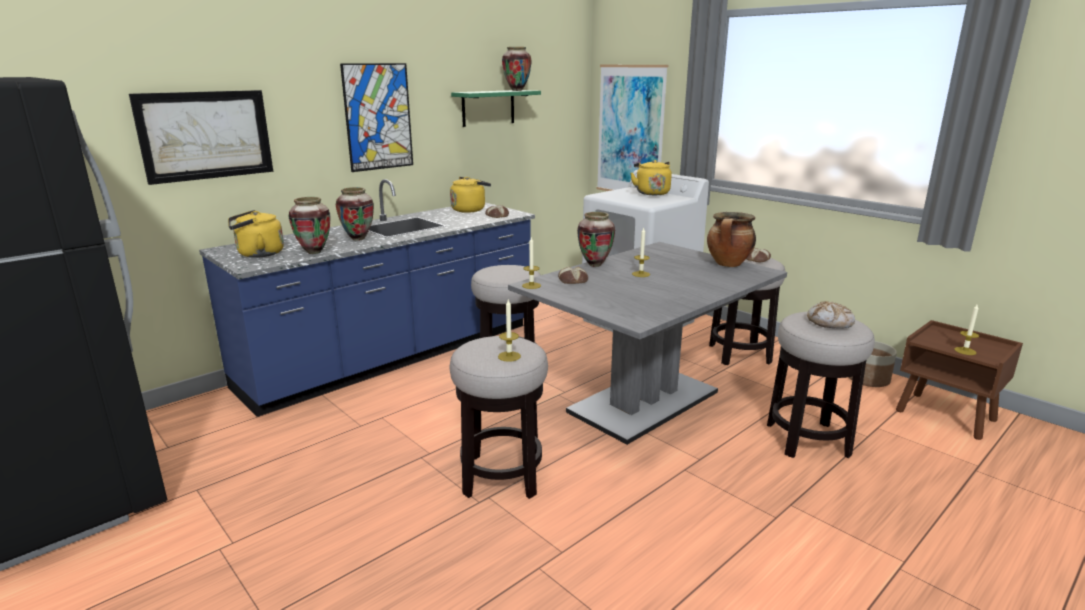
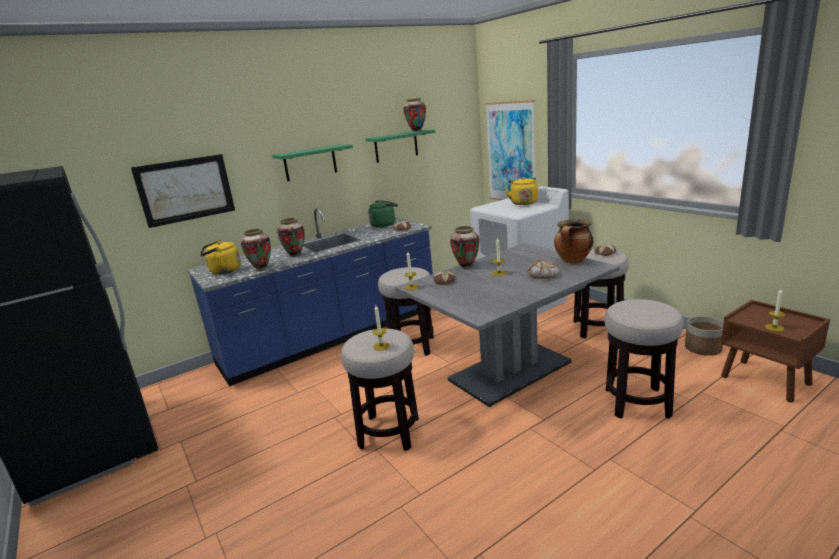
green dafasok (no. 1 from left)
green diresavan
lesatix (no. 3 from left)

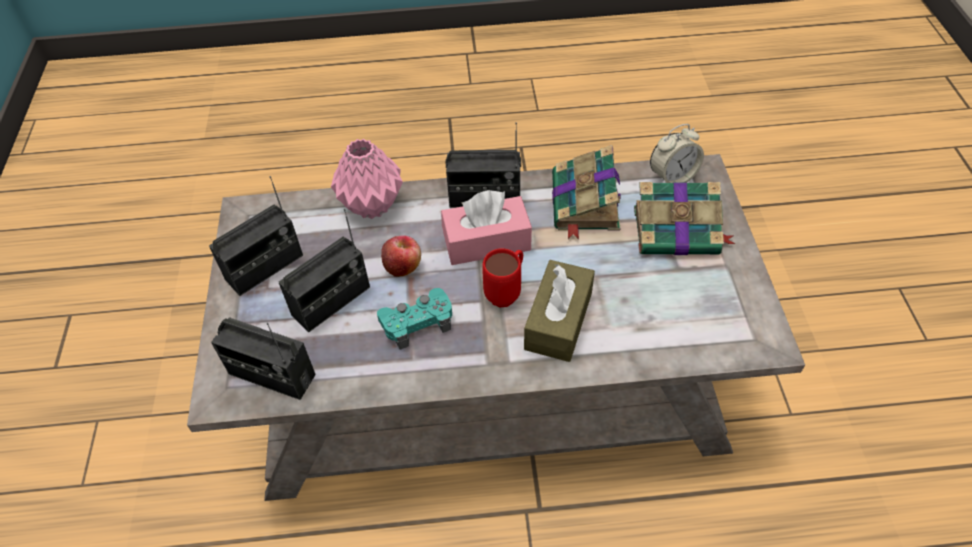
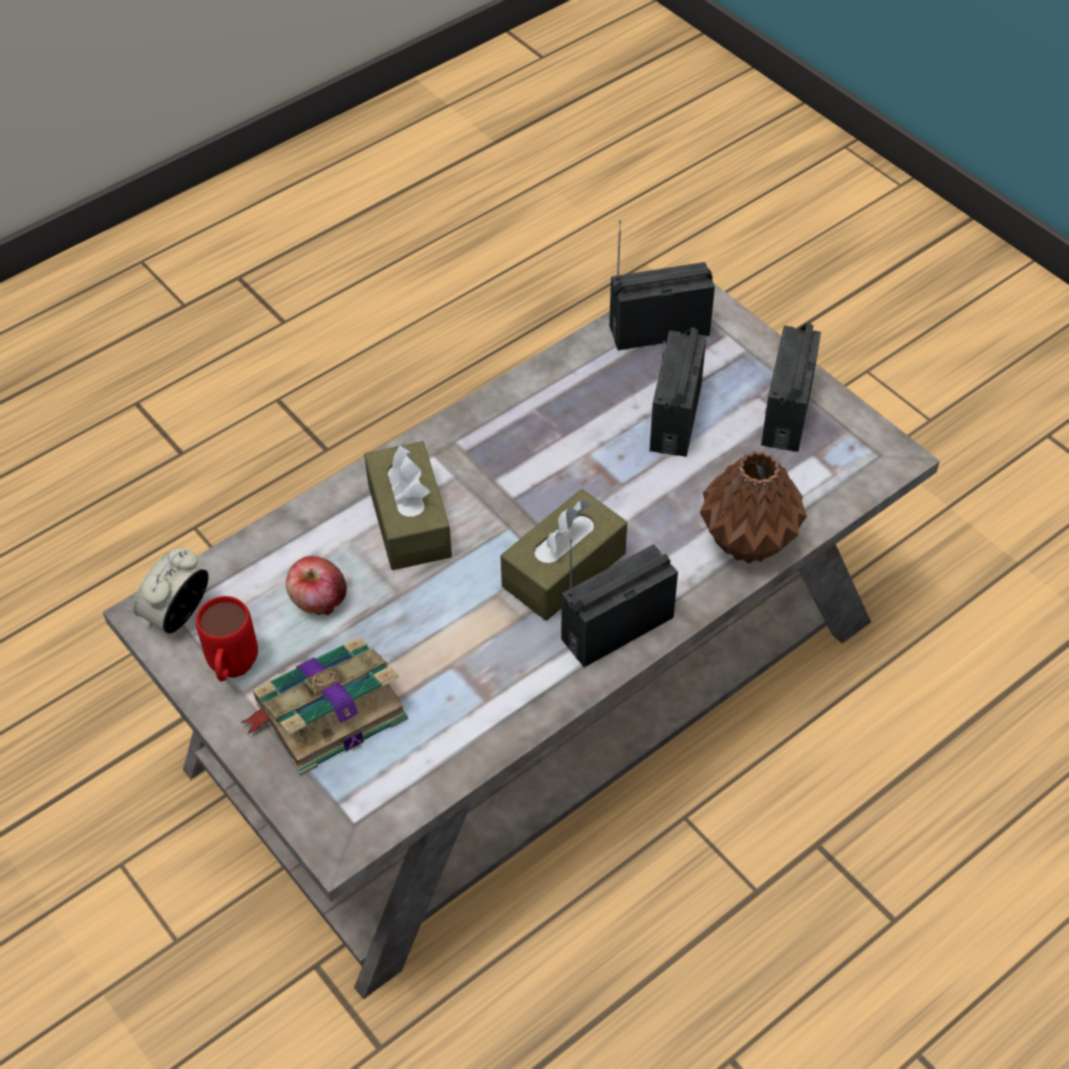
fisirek
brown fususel
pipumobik (no. 1 from left in the first image)
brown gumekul (no. 2 from left)
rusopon
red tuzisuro
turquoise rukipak

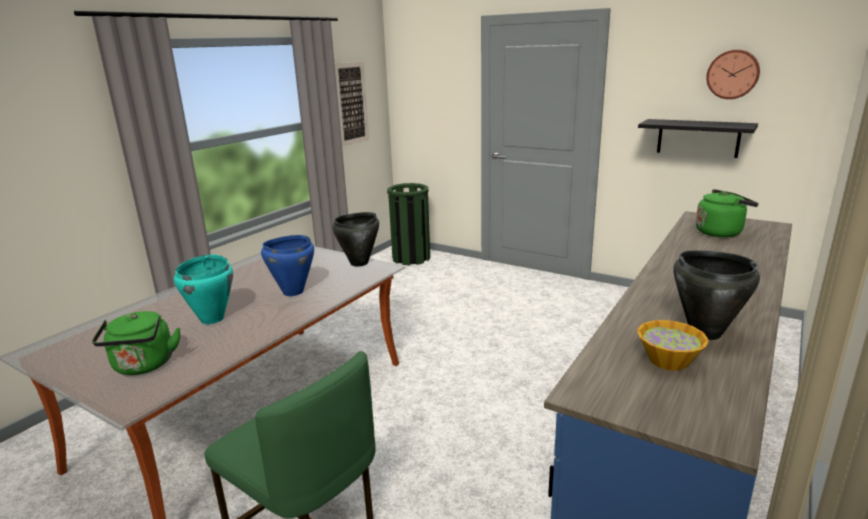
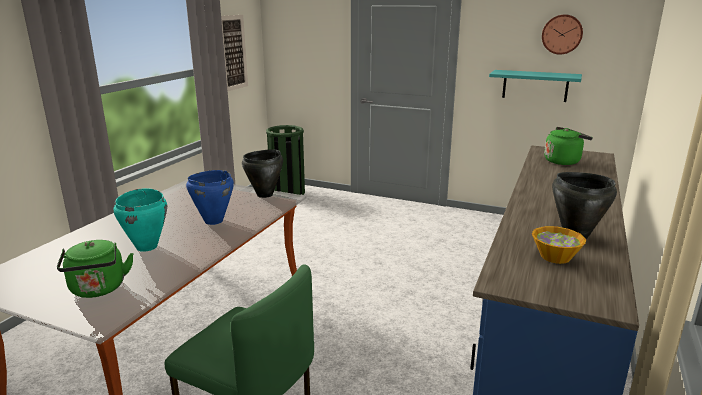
turquoise dafasok

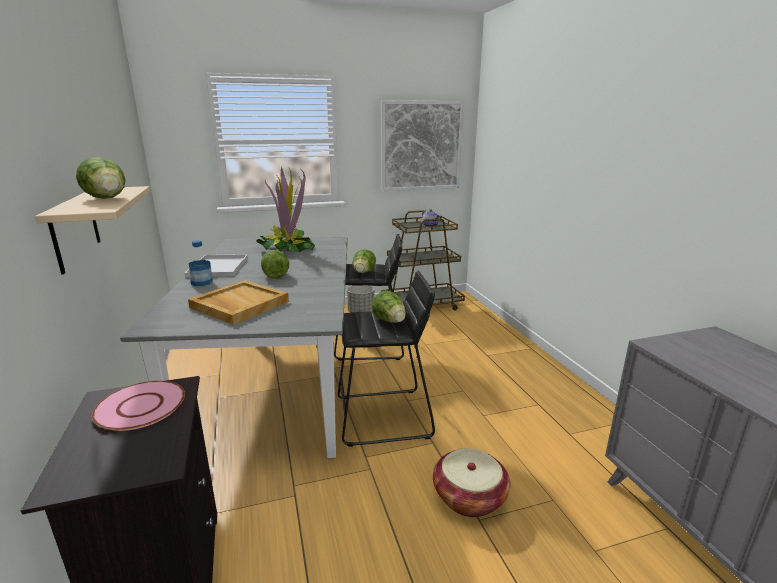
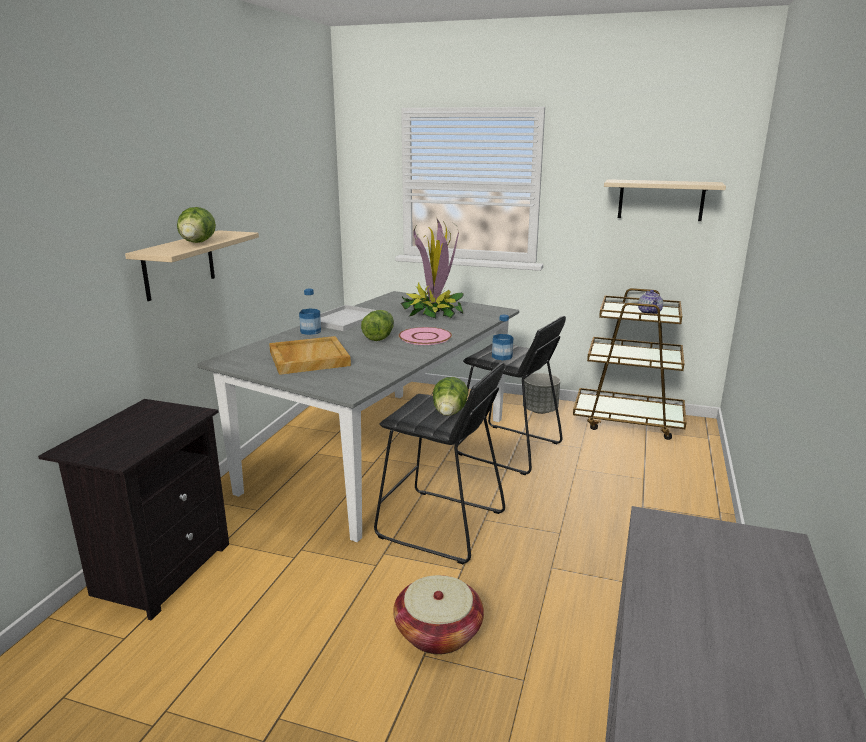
beige dafasok (no. 2 from left)
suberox (no. 2 from left)
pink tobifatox

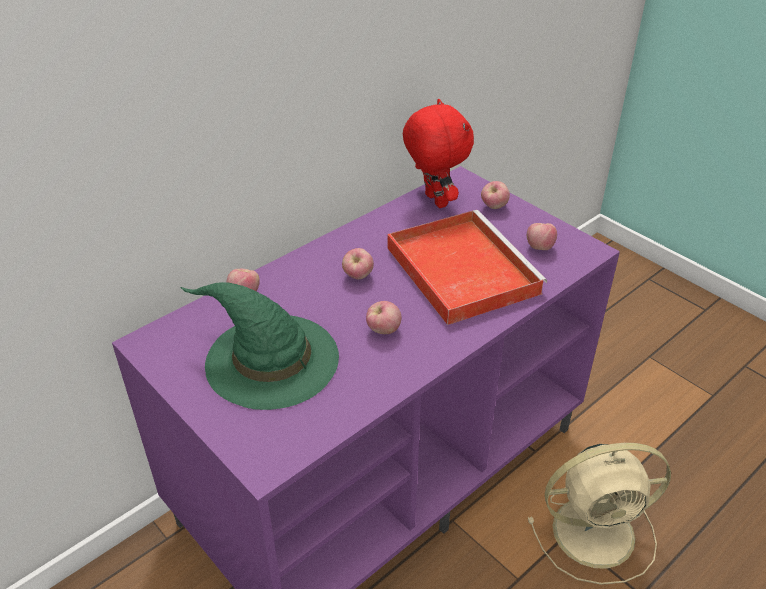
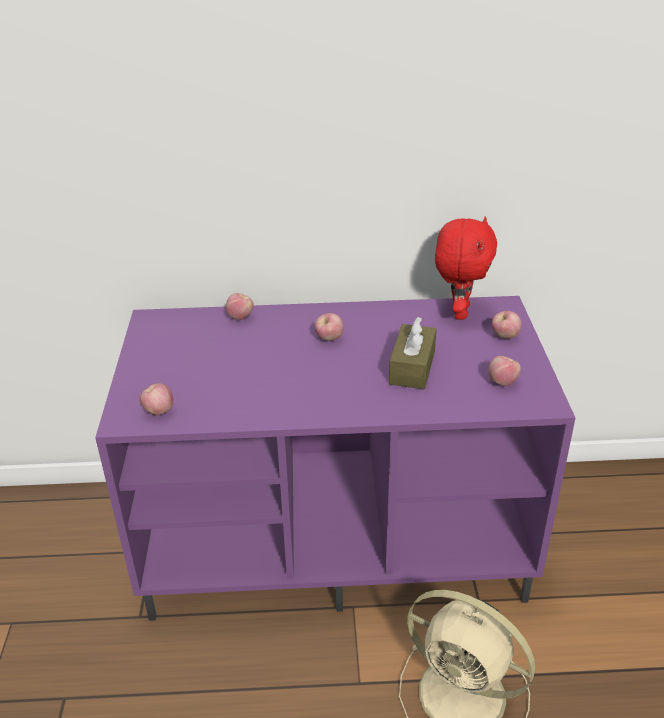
brown gumekul
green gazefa
rusopon (no. 1 from left)

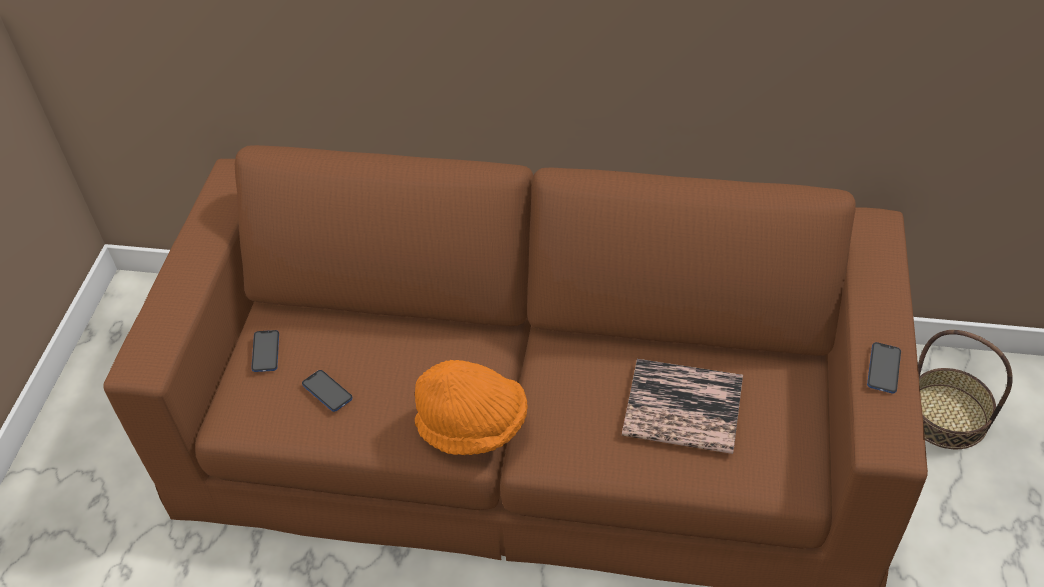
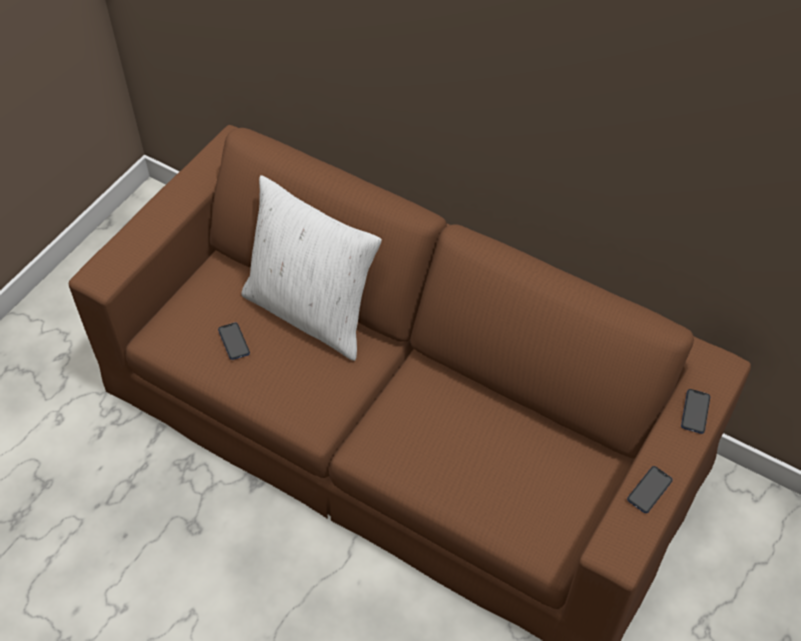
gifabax (no. 3 from left)
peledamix
pipumobik
orange gazefa
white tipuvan

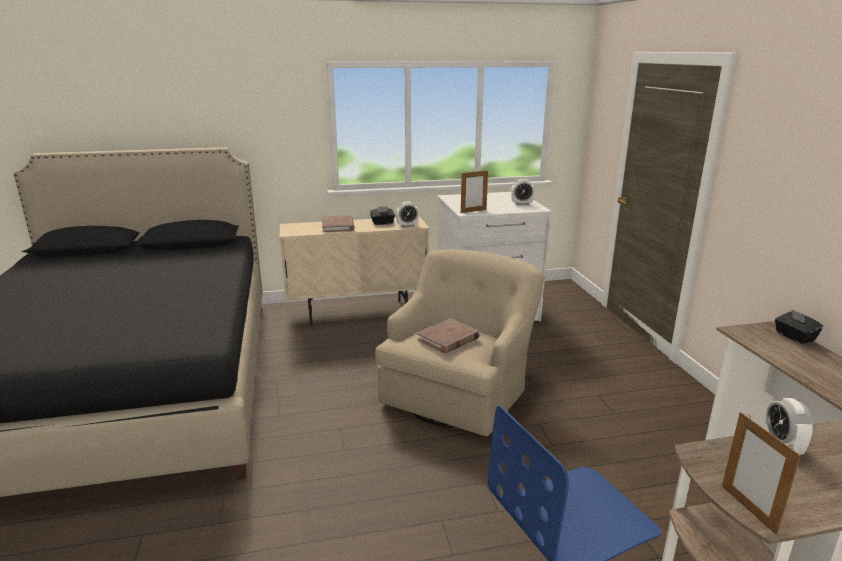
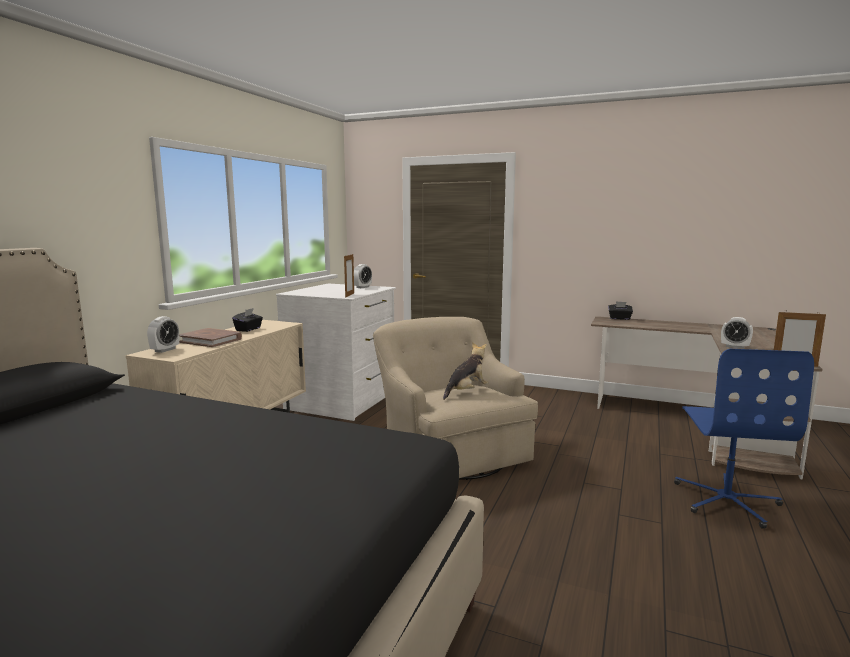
fisirek (no. 1 from left)
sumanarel

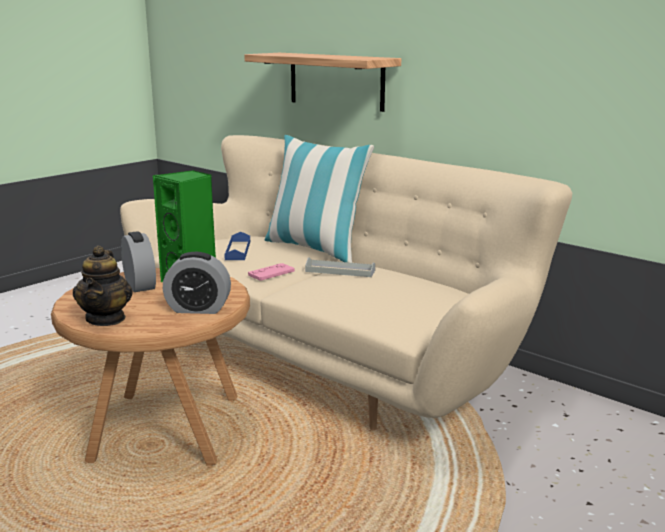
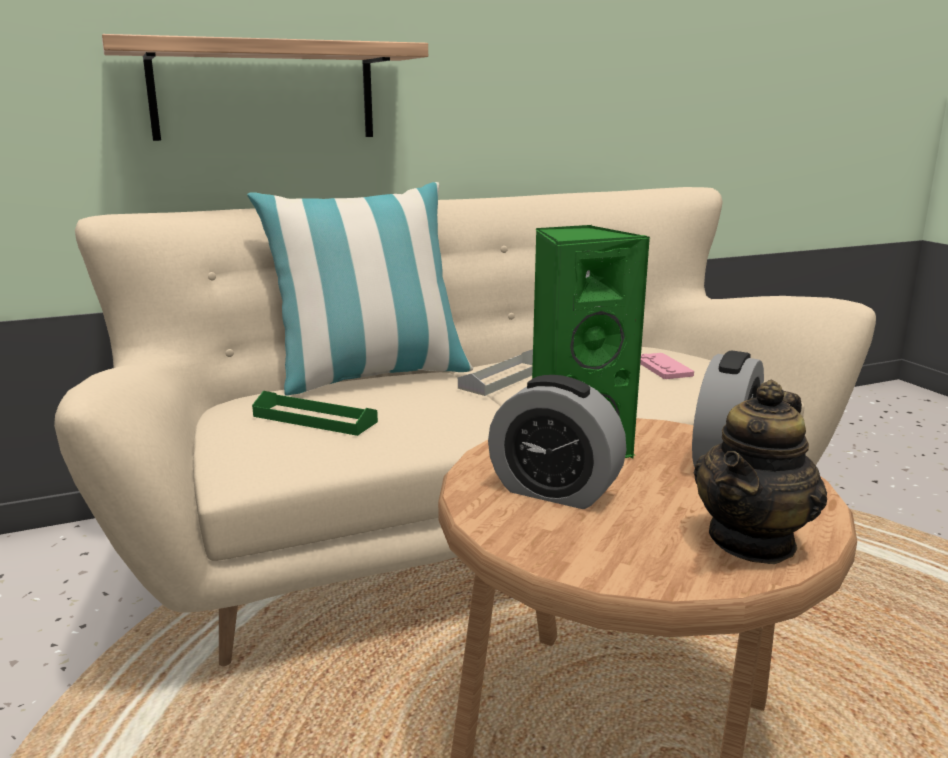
fisirek (no. 1 from left)
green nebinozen
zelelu
pink rukipak

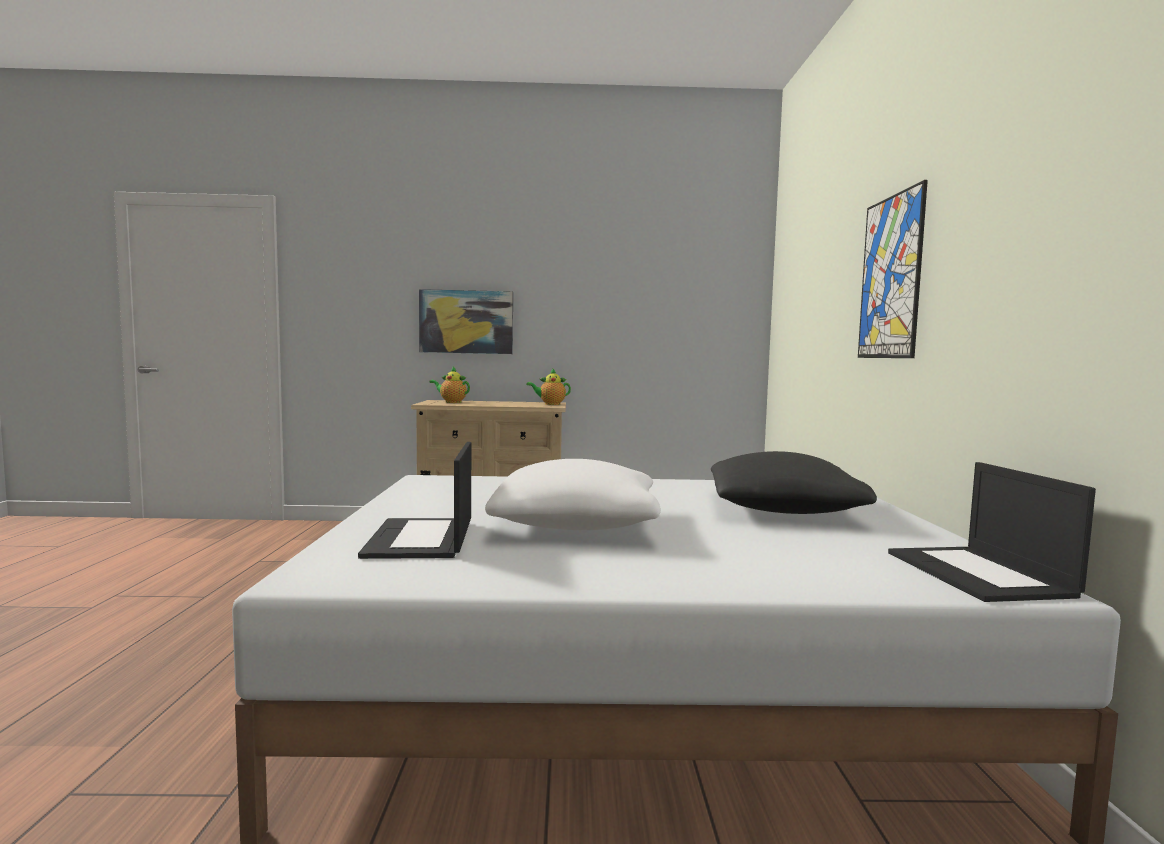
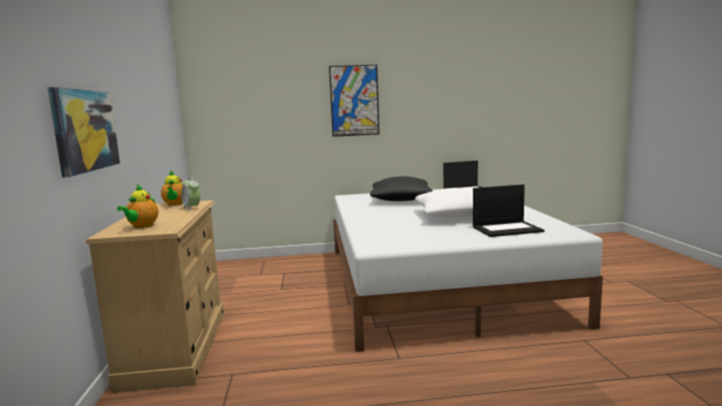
fisirek

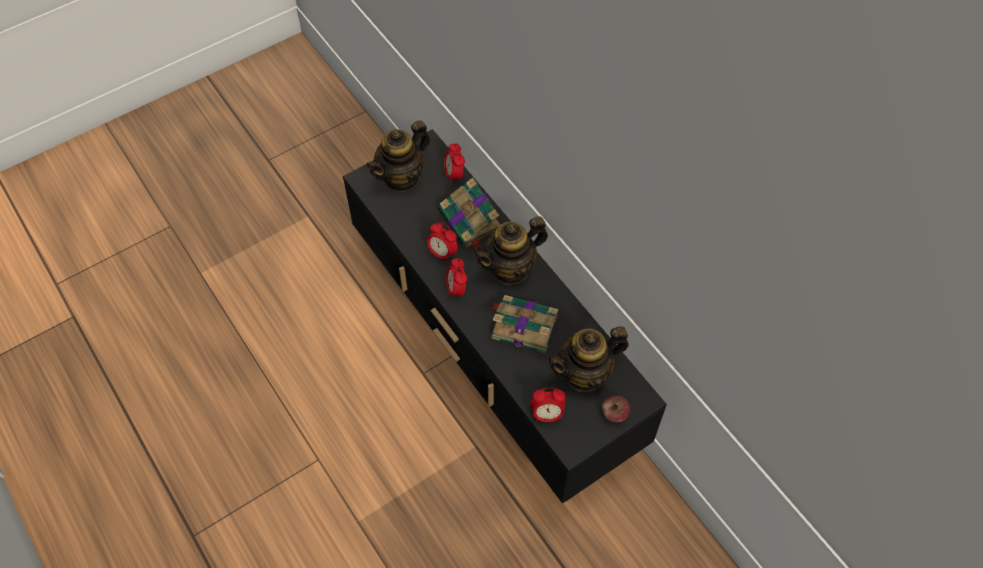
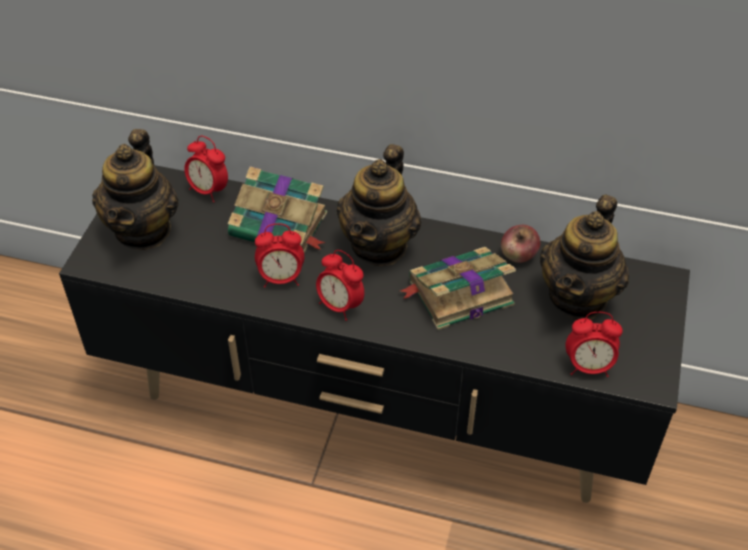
fisirek (no. 4 from left)
rusopon

